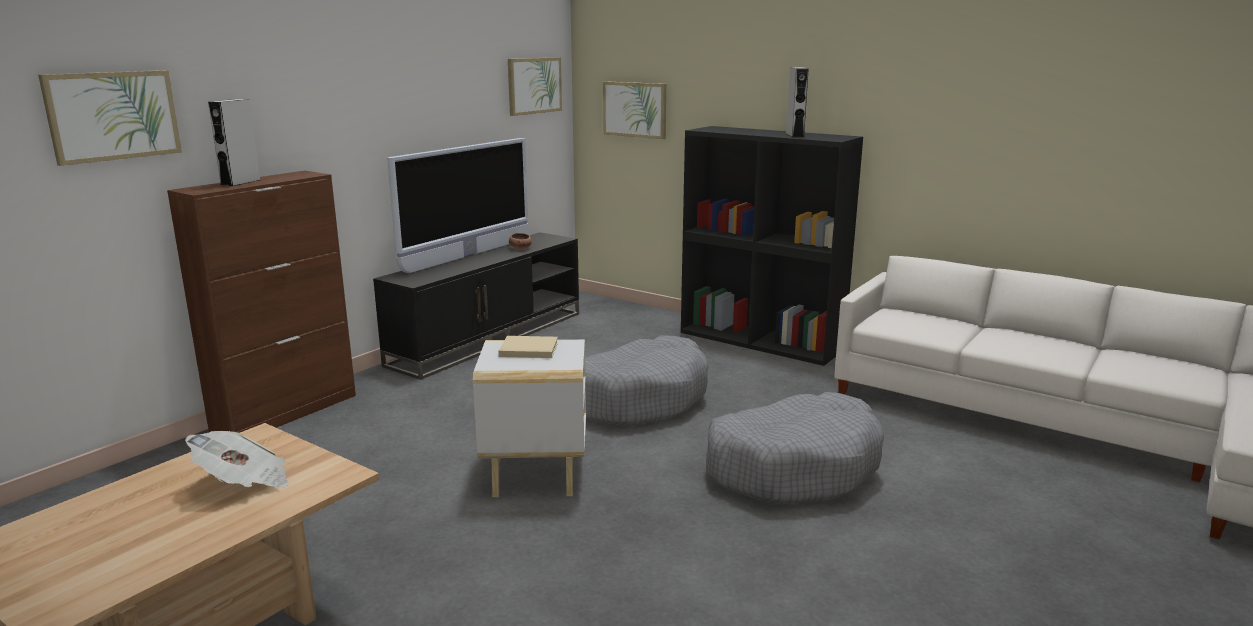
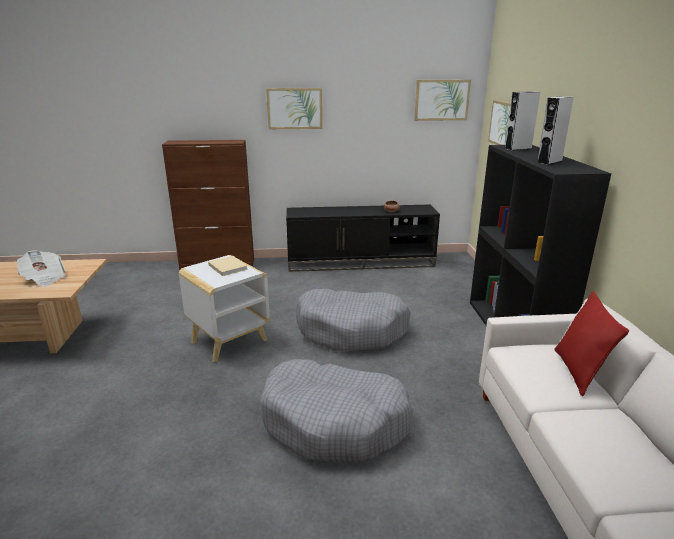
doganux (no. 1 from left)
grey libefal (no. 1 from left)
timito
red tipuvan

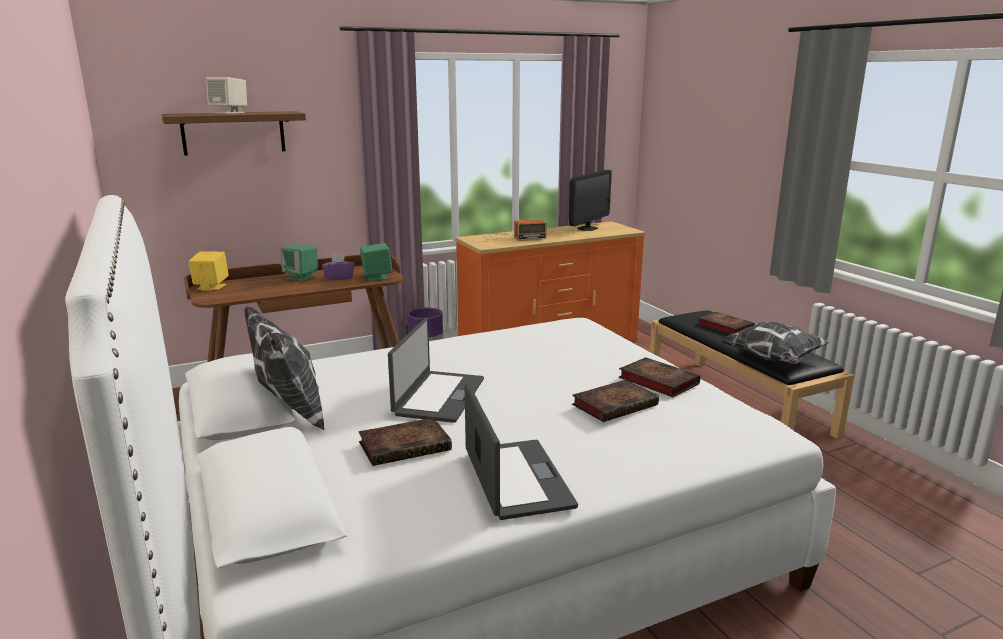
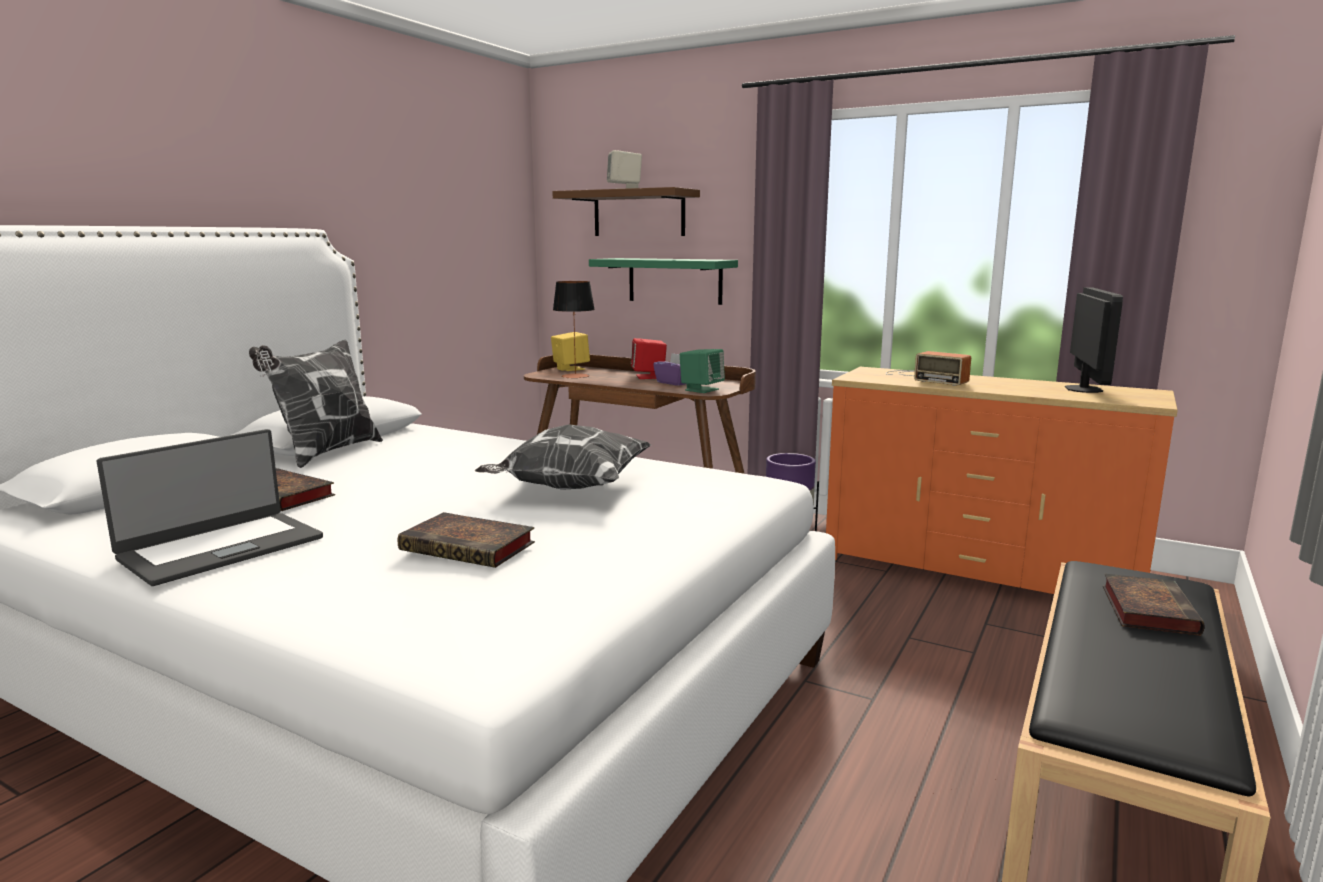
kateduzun
red libefal
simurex (no. 1 from left in the first image)
tipuvan (no. 2 from left)
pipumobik (no. 3 from left in the first image)
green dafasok
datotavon

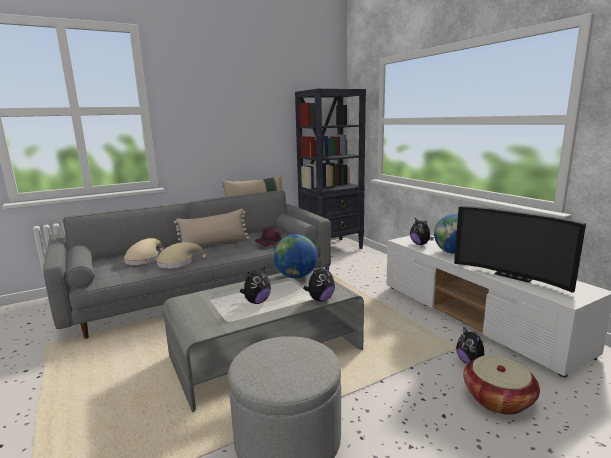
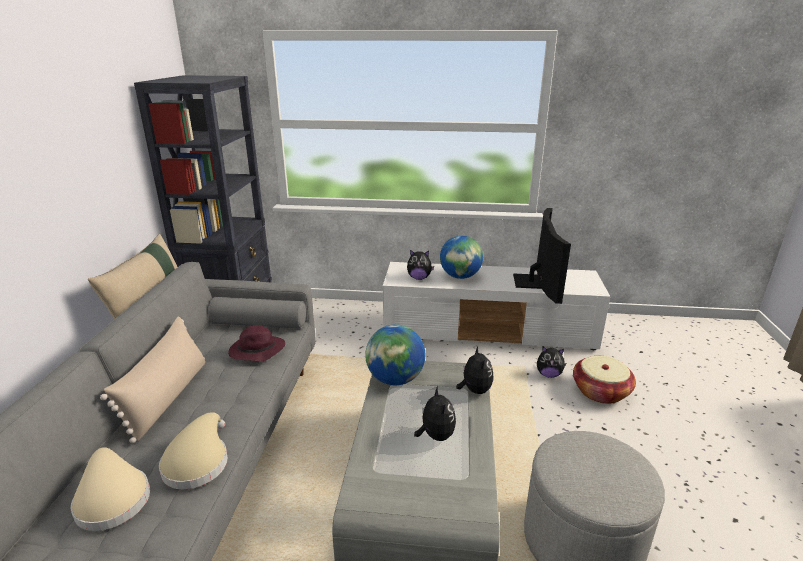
timito

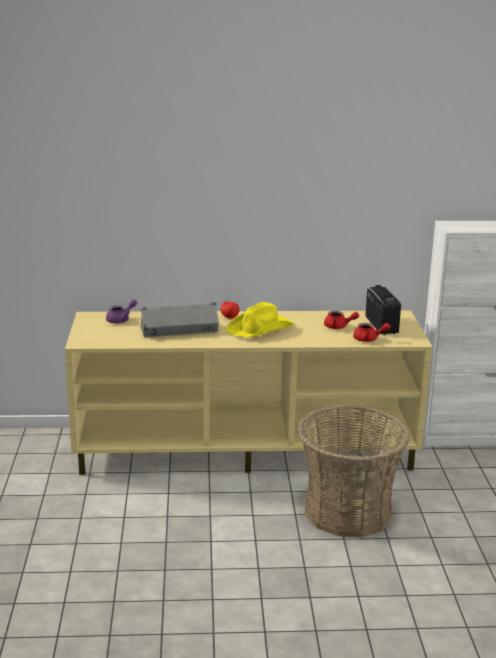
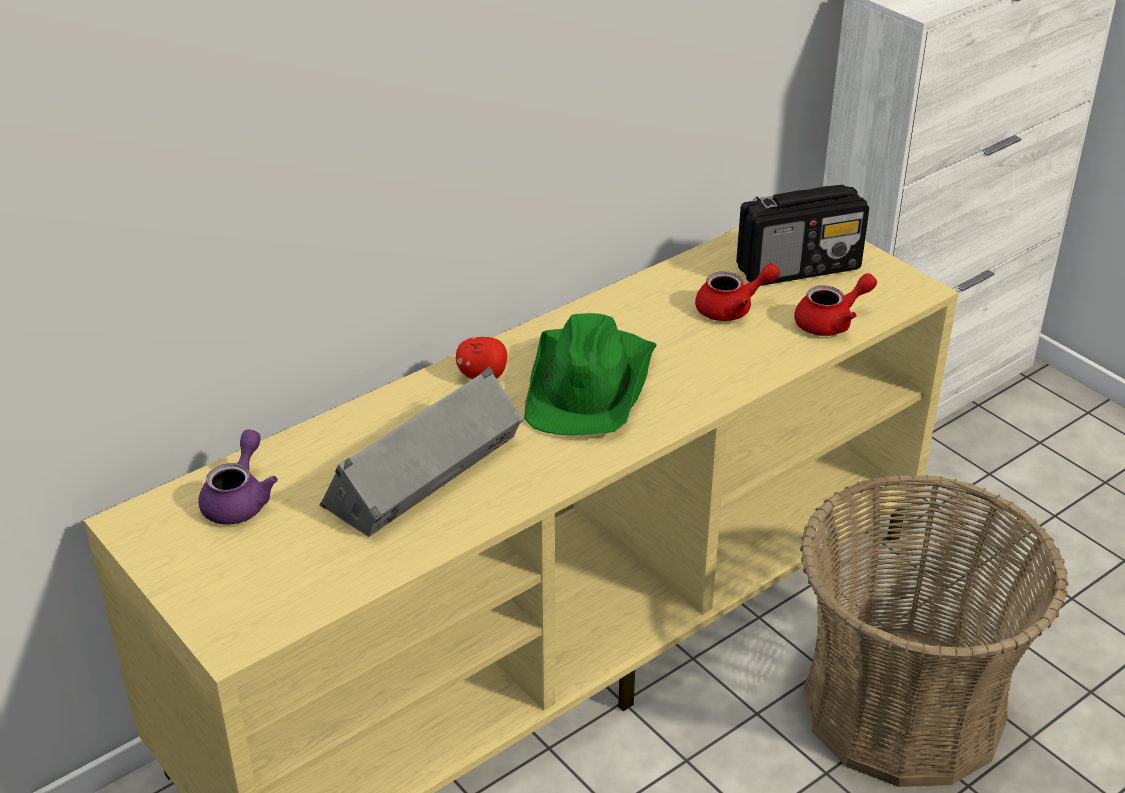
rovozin
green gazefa

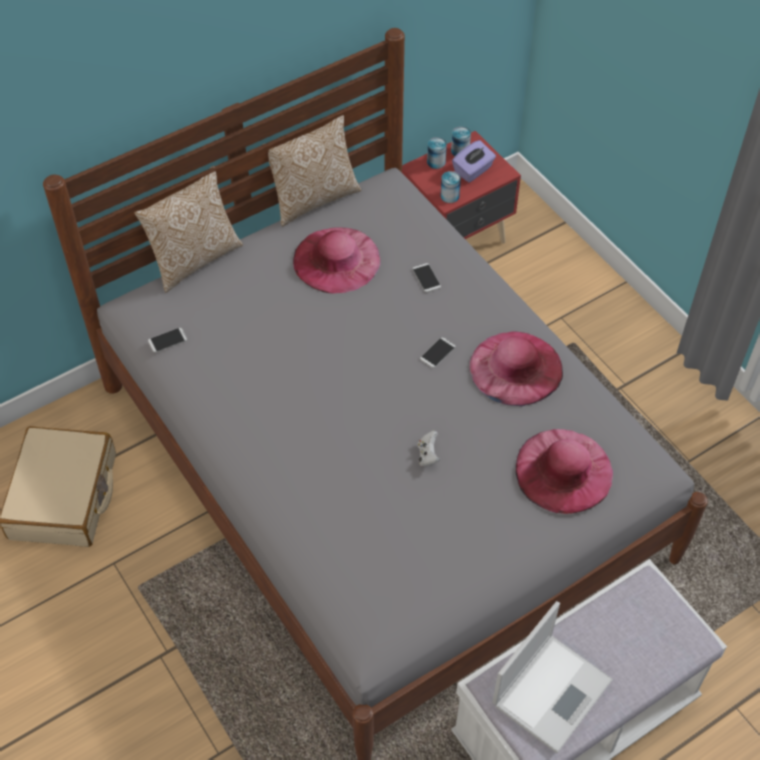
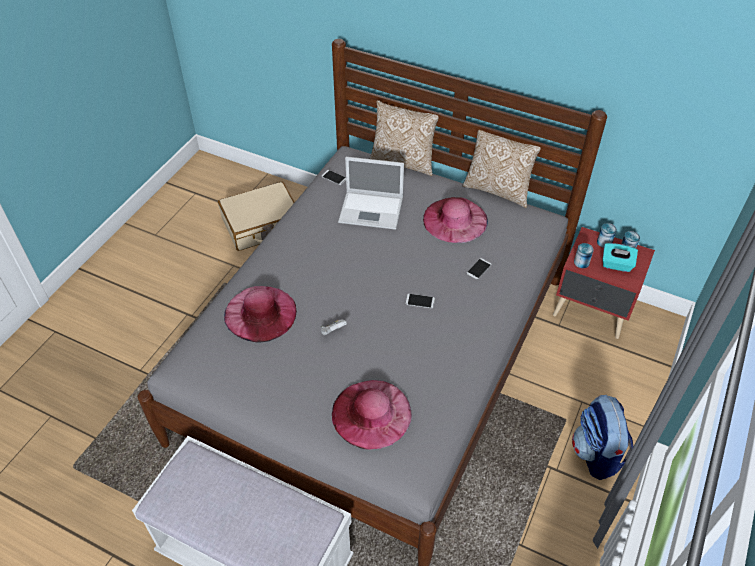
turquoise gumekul
pink gazefa (no. 1 from left)
simurex
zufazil

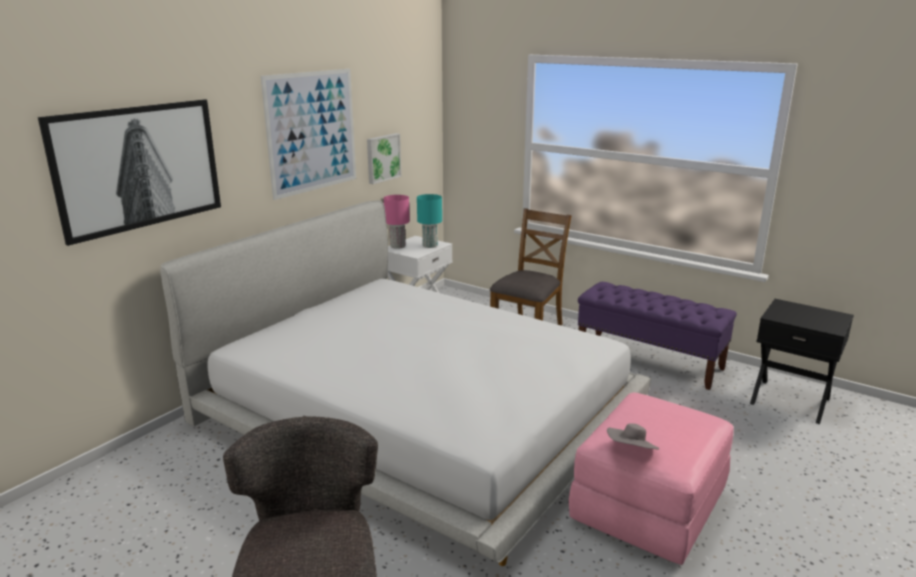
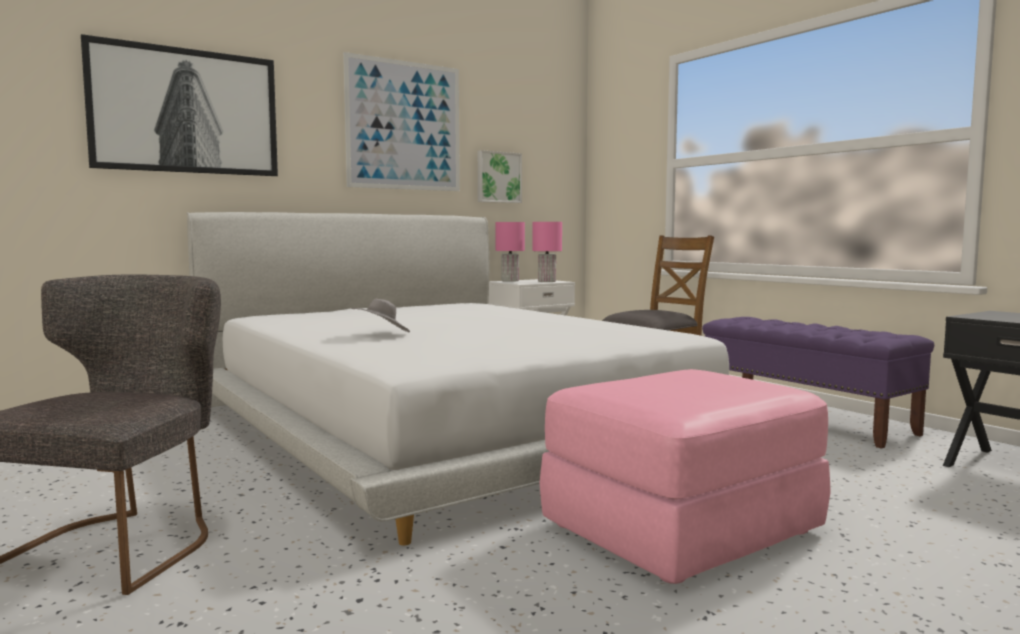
pink datotavon (no. 2 from left)
grey gazefa

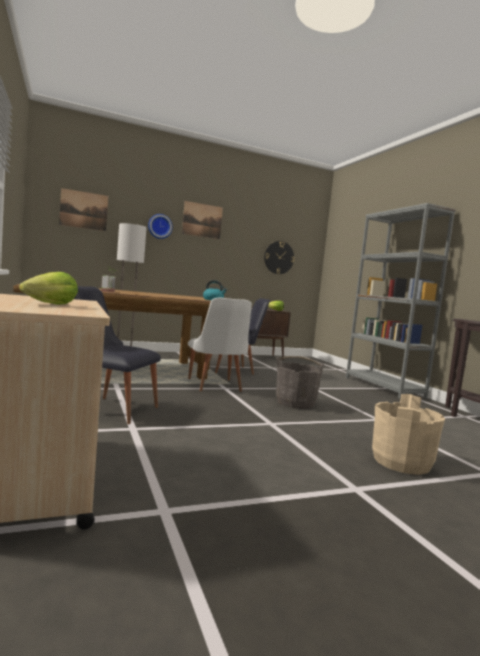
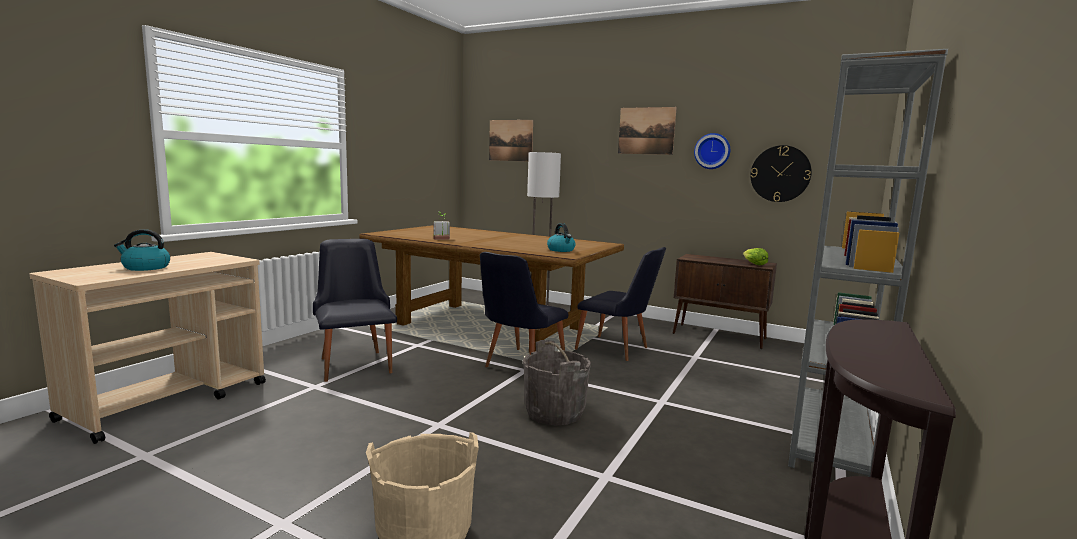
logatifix (no. 1 from left)
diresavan (no. 1 from left)
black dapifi (no. 2 from left)

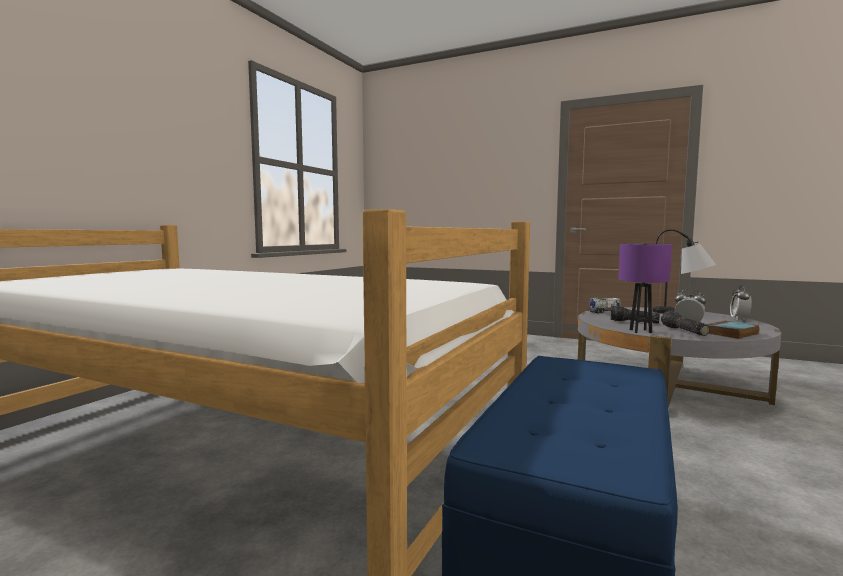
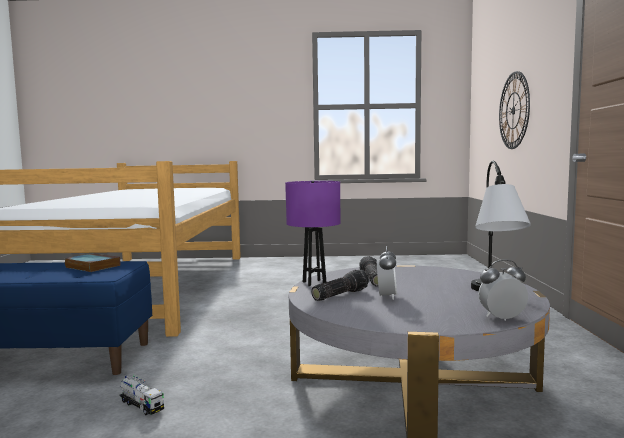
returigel
pipumobik
logatifix

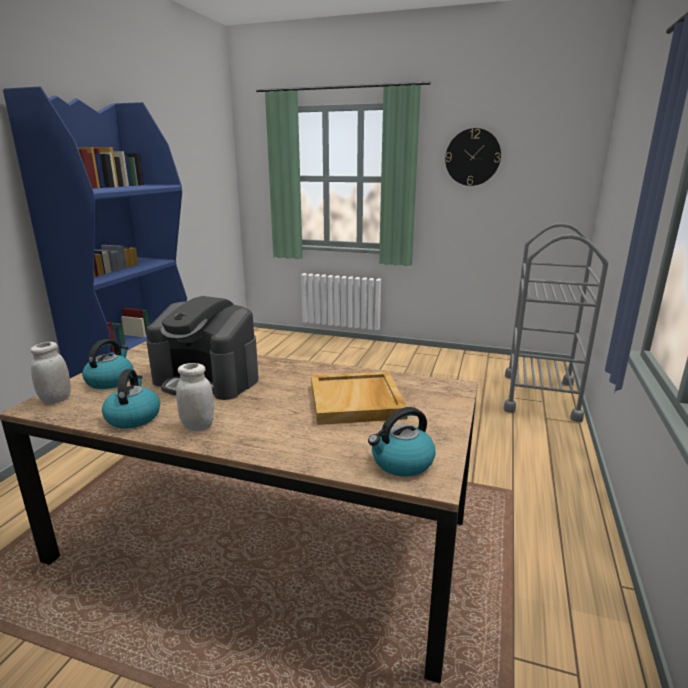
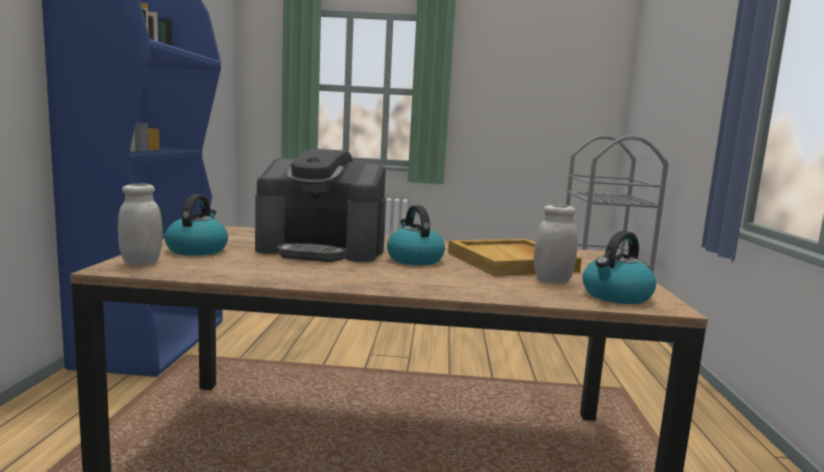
logatifix
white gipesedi (no. 2 from left)
diresavan (no. 2 from left)

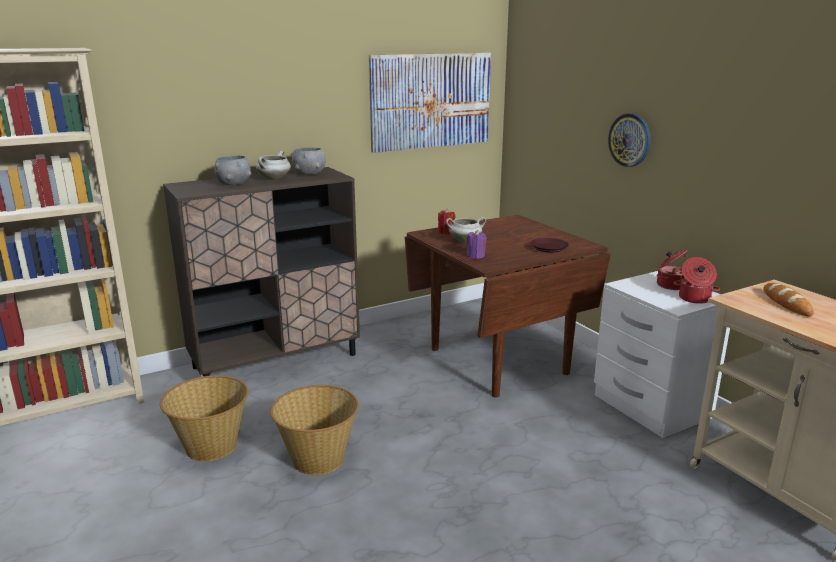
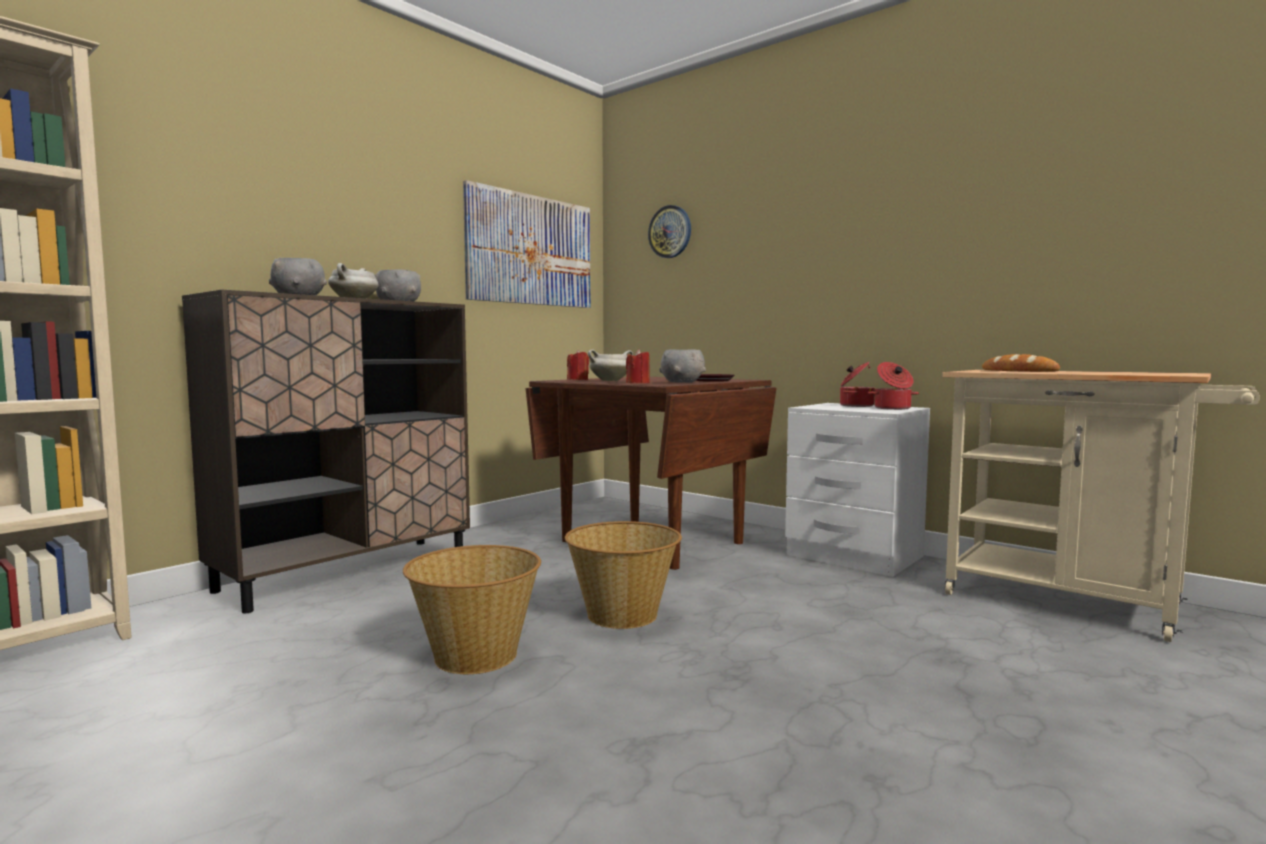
logatifix
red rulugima (no. 2 from left)
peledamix (no. 2 from left)
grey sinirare (no. 3 from left)

